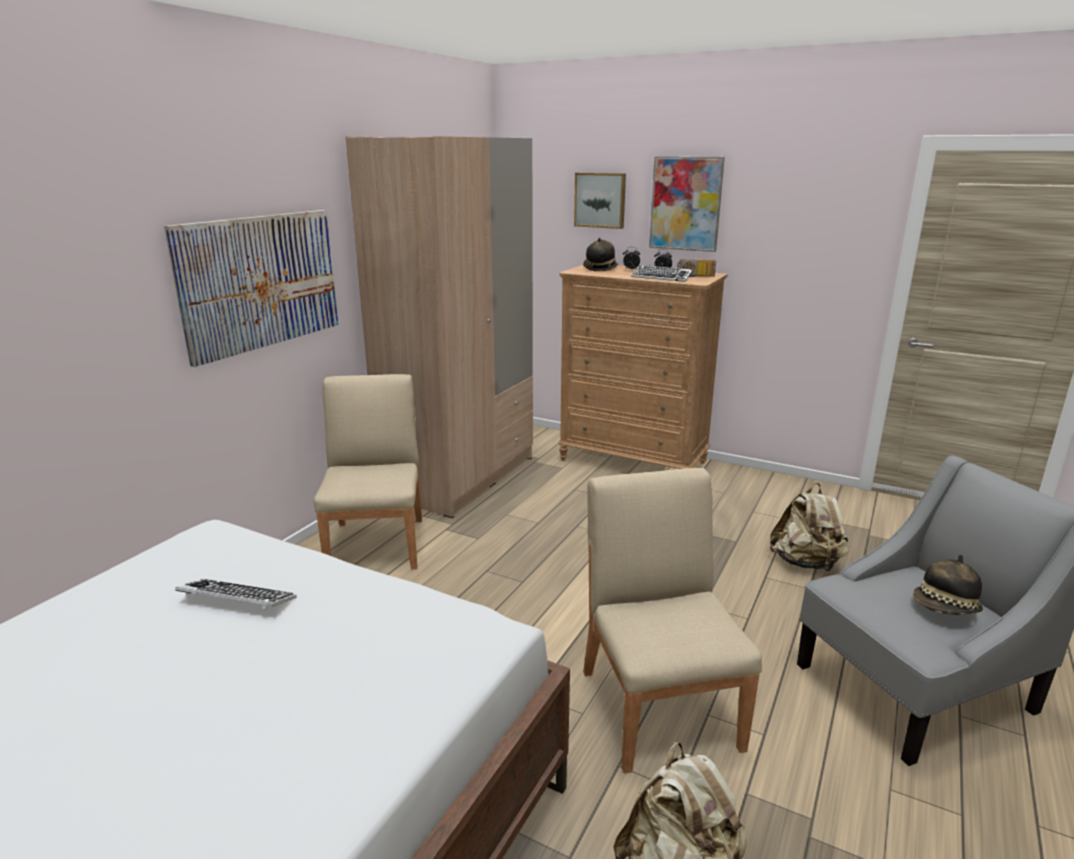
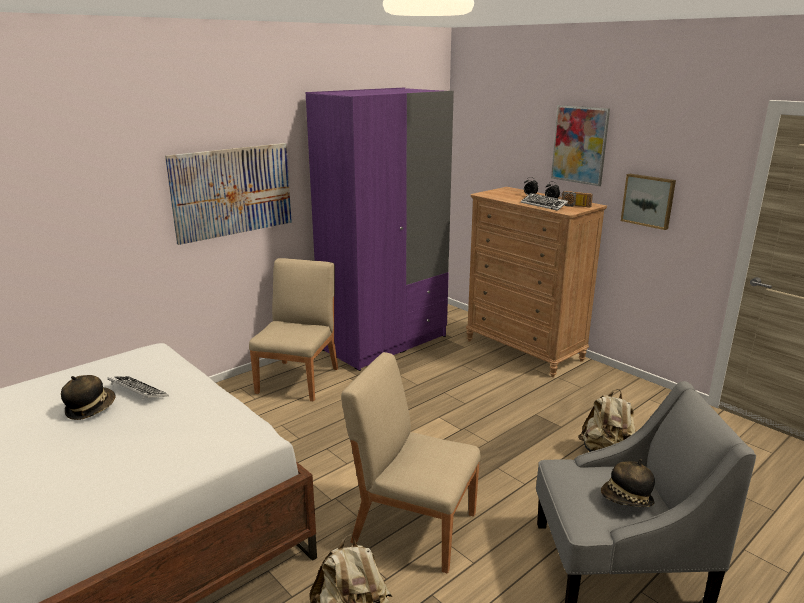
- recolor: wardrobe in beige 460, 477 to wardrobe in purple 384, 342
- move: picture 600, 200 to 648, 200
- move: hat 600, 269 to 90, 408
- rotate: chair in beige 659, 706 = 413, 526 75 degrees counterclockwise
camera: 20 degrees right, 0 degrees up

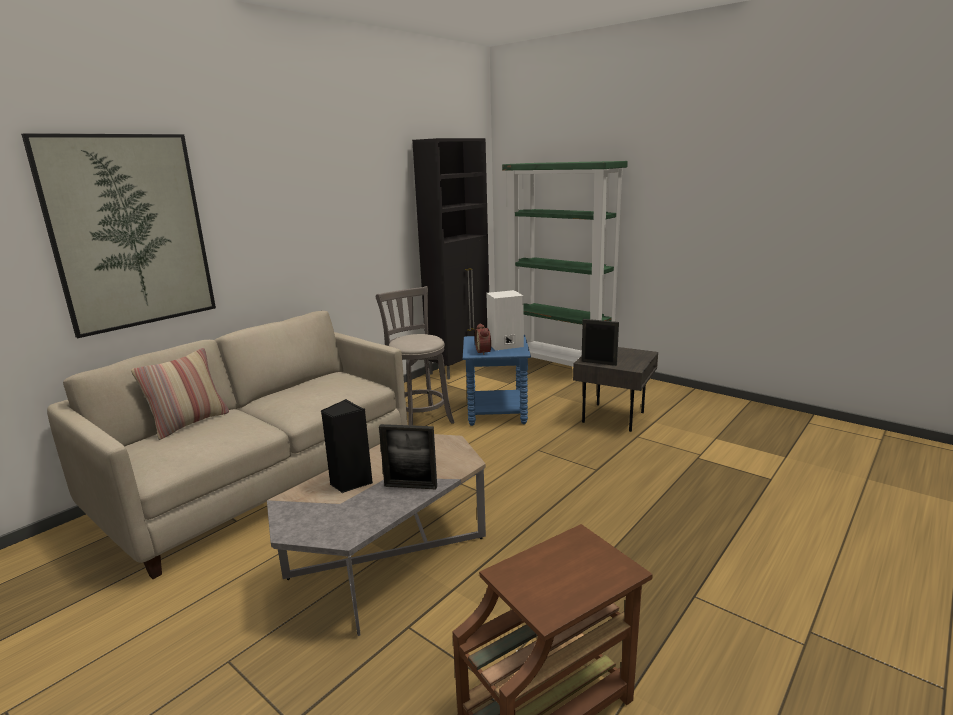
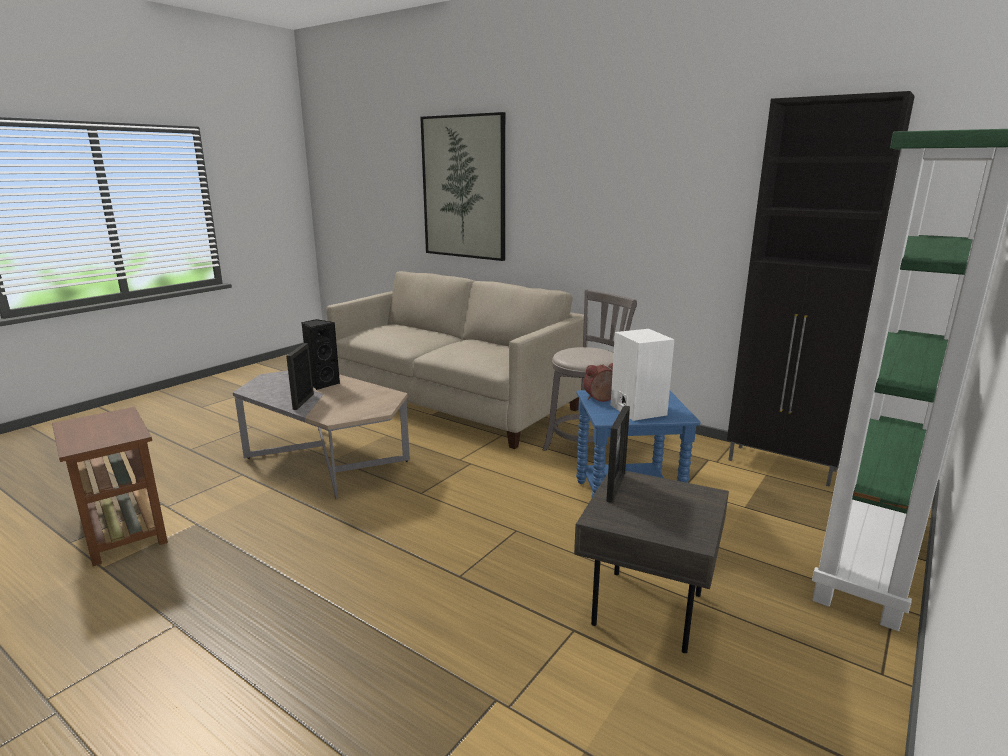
- delete: pillow 189, 423
camera: 85 degrees right, 0 degrees up

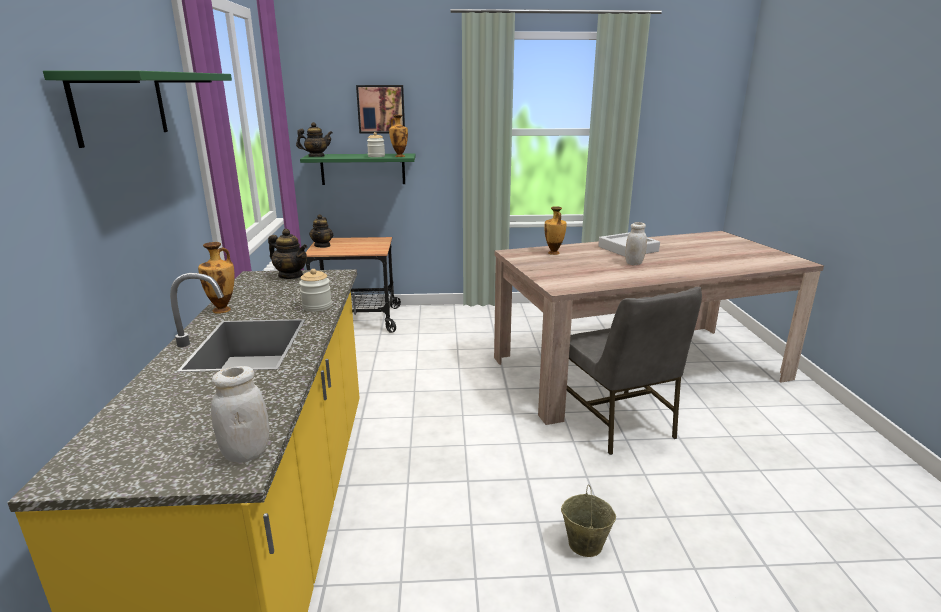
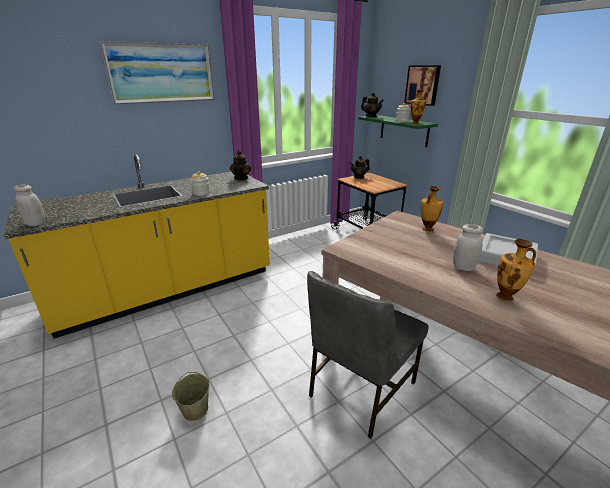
- replace: shelf in green 121, 106 to picture 162, 73
- move: vase 223, 310 to 506, 297
camera: 60 degrees right, 5 degrees up

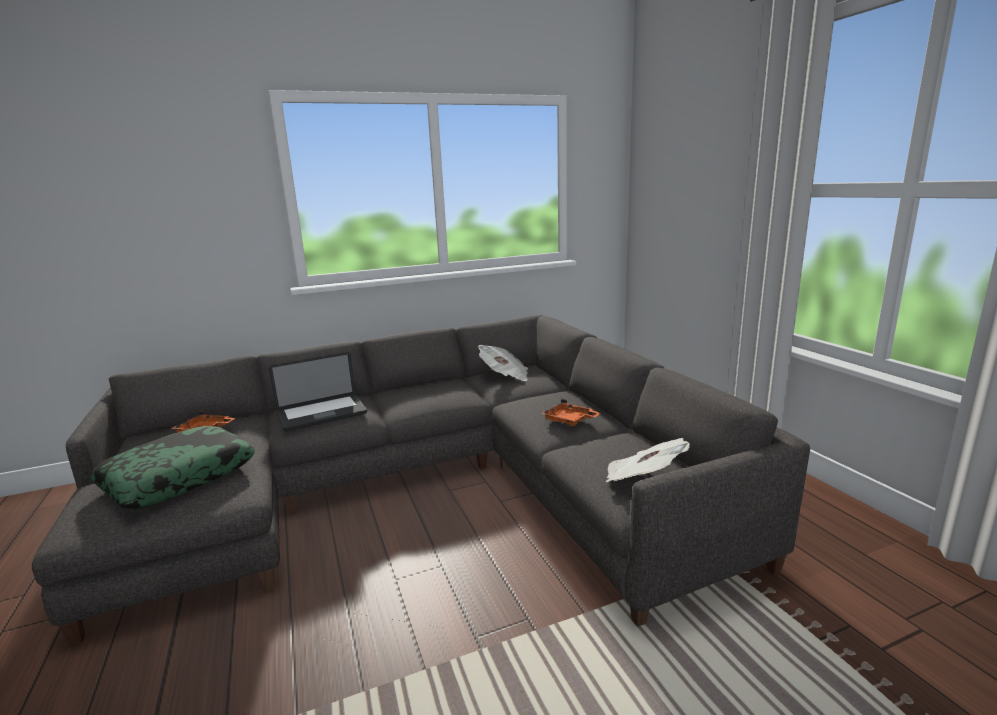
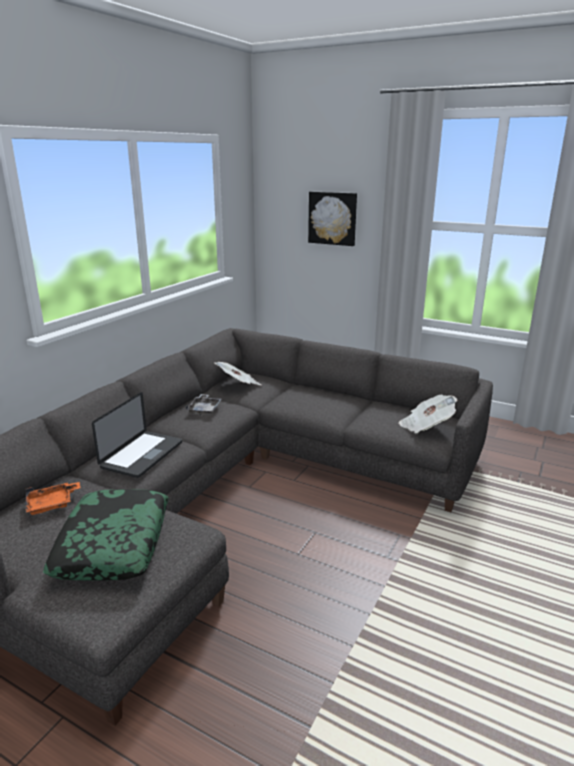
- delete: tray in orange 569, 420
- insert: picture 333, 218
- insert: tray in grey 205, 409
camera: 40 degrees left, 5 degrees up

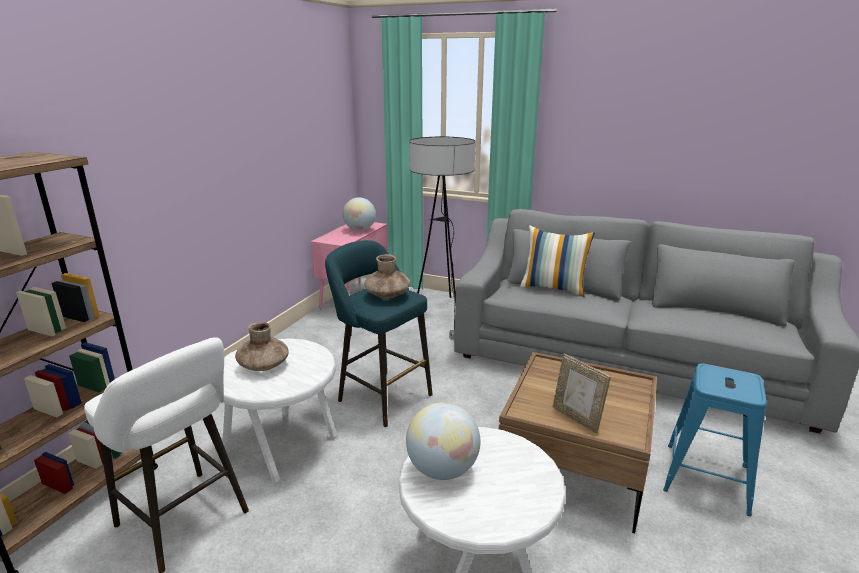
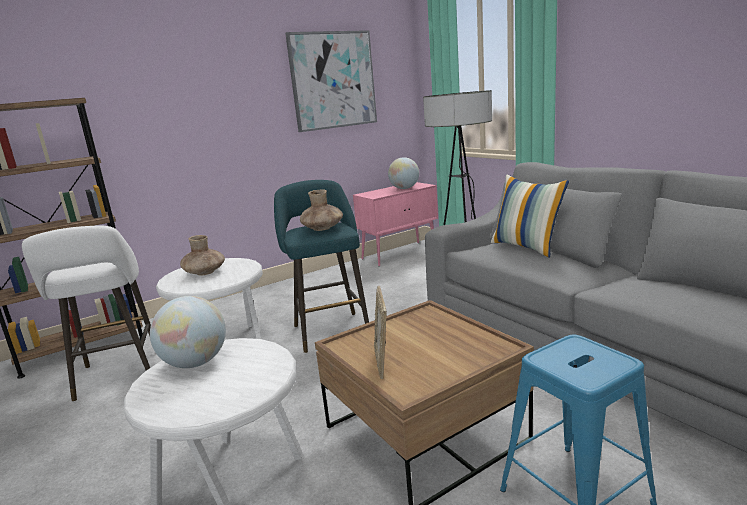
- insert: picture 333, 80
camera: 35 degrees right, 5 degrees down

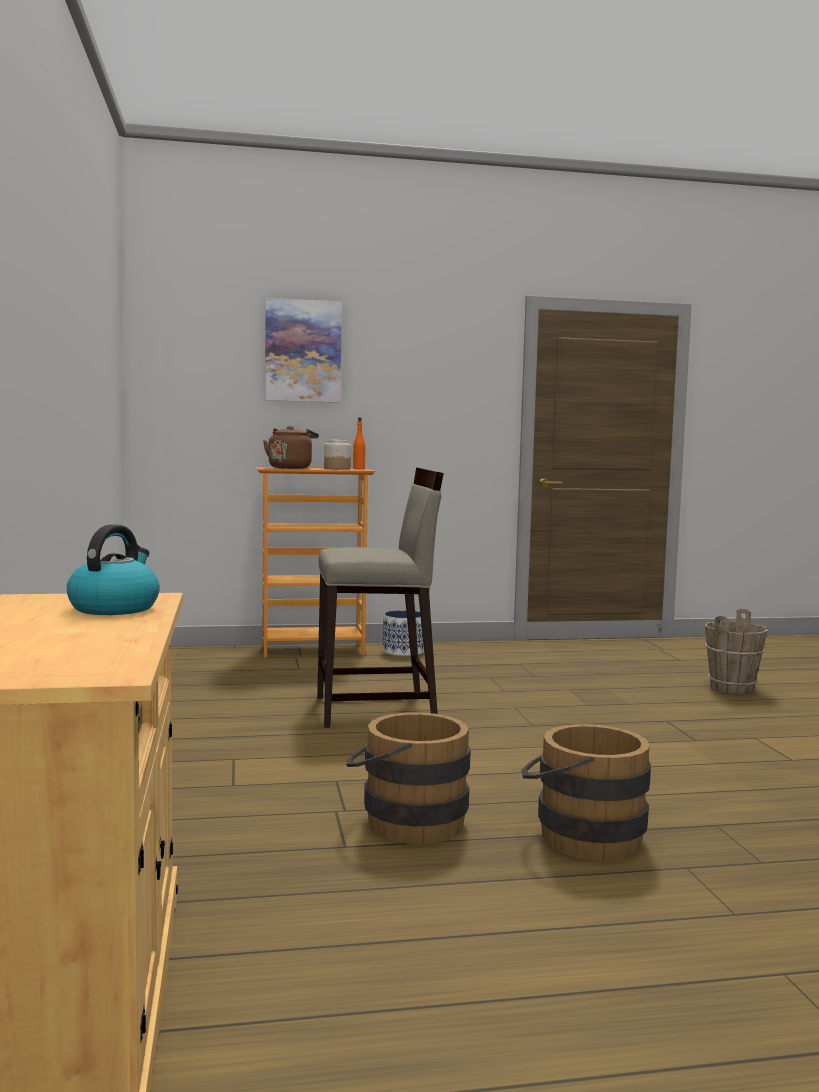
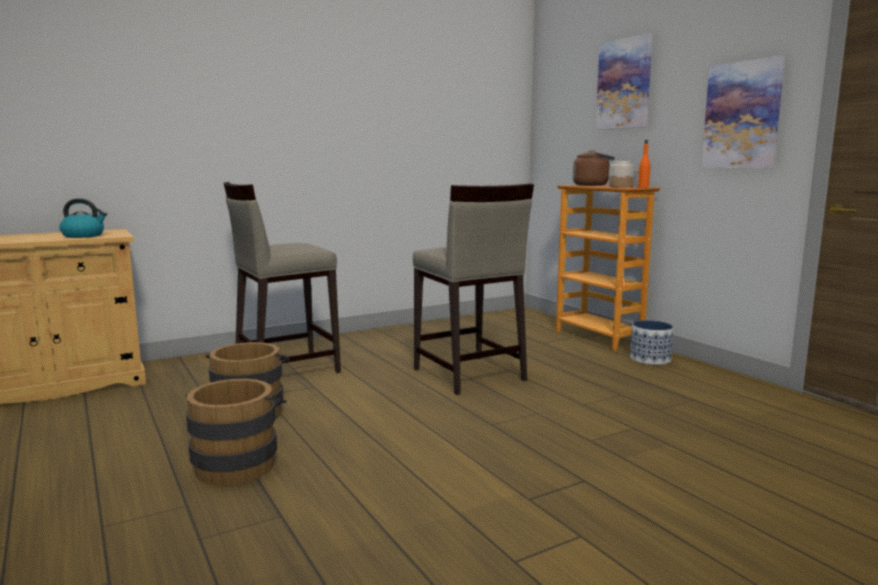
- delete: bucket in brown 732, 688
- insert: picture 742, 115
- insert: stool in beige 285, 368
camera: 70 degrees right, 5 degrees up

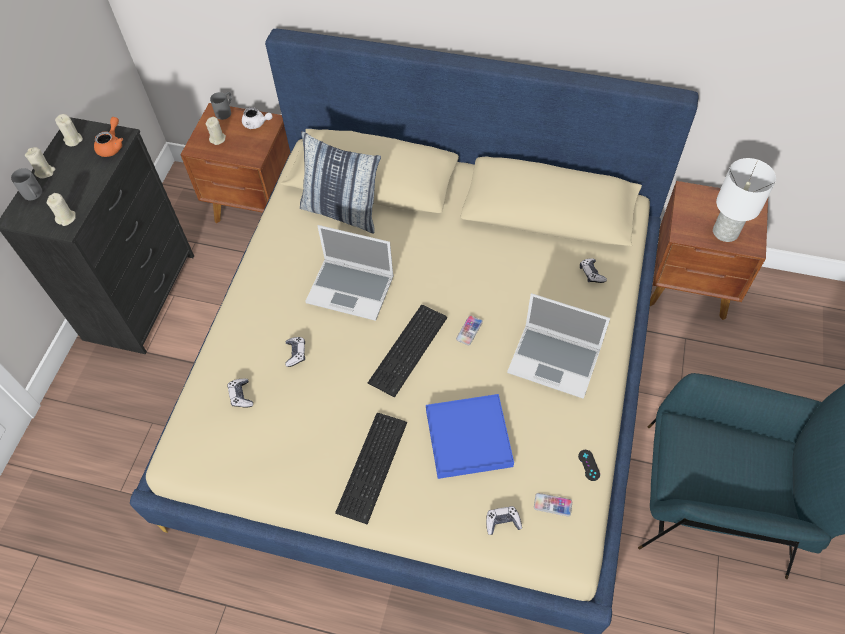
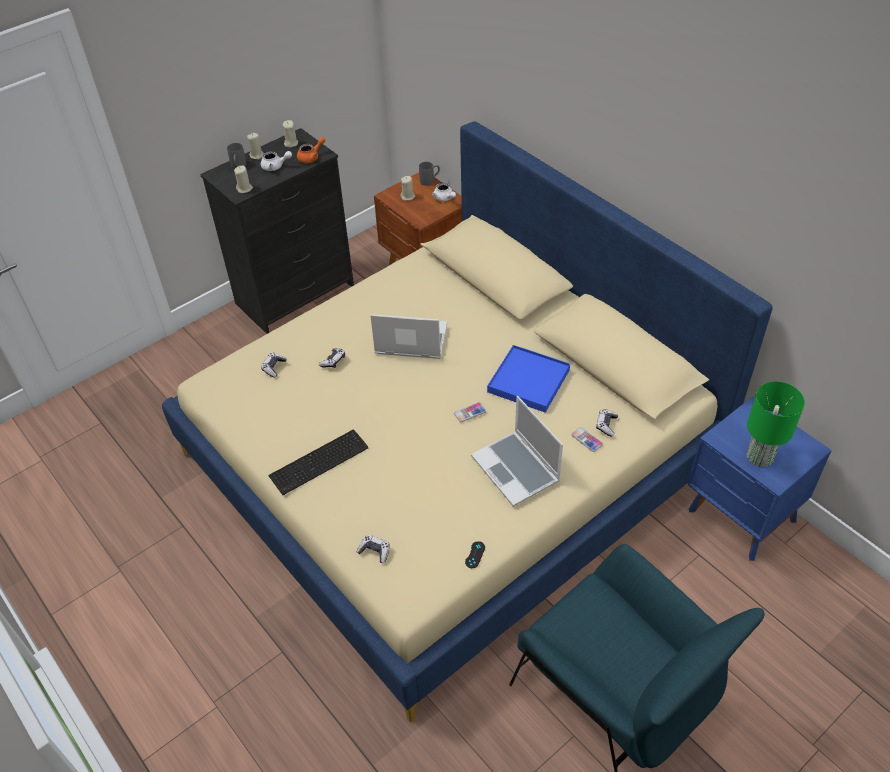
- delete: pillow 342, 211
- recolor: table lamp in white 725, 233 to table lamp in green 759, 457
- recolor: nightstand in brown 690, 287 to nightstand in blue 741, 517
- rotate: laptop 352, 289 = 410, 340 135 degrees clockwise
- delete: keyboard 410, 349
- move: tray in blue 468, 437 to 529, 381
- move: phone 552, 505 to 586, 440
- insert: teapot in white 275, 166
camera: 35 degrees right, 10 degrees down

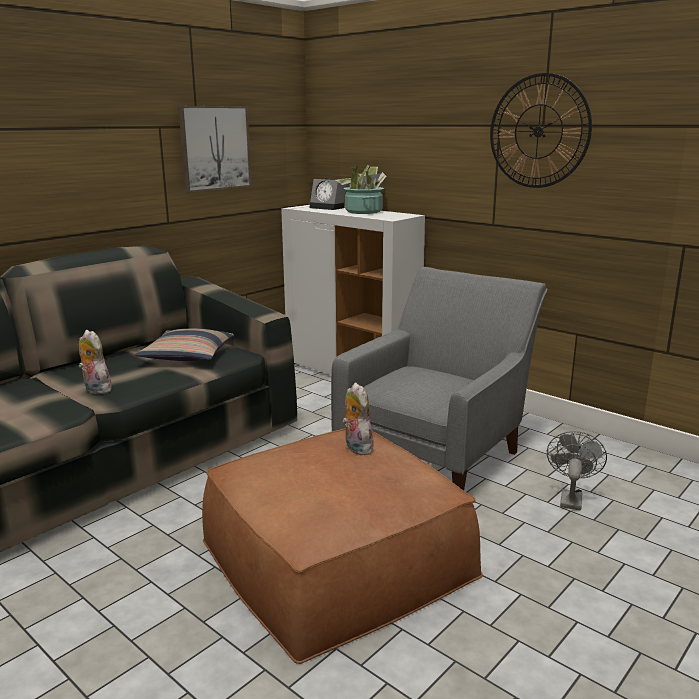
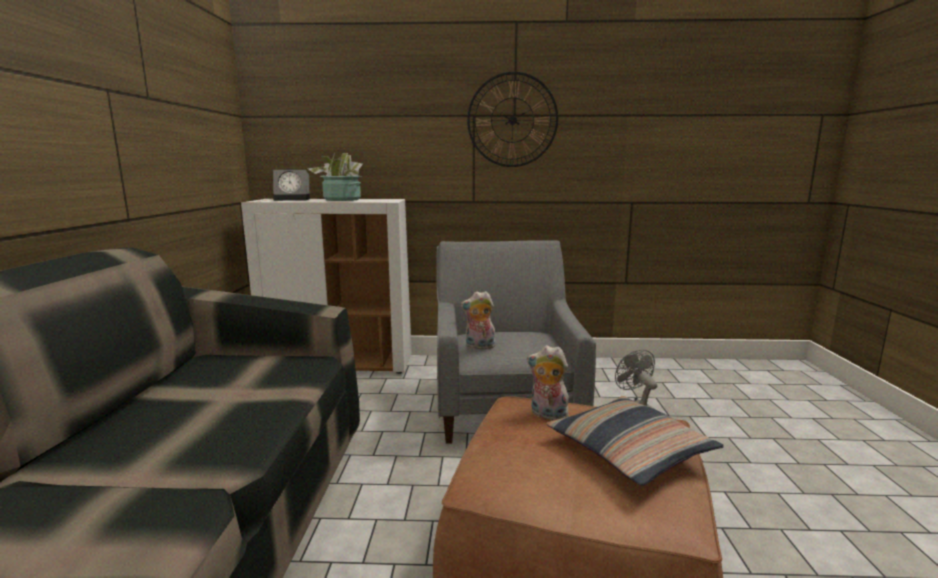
- delete: picture 215, 148
- move: pillow 188, 355 to 629, 451
- move: plush toy 95, 390 to 479, 347
camera: 40 degrees left, 5 degrees down

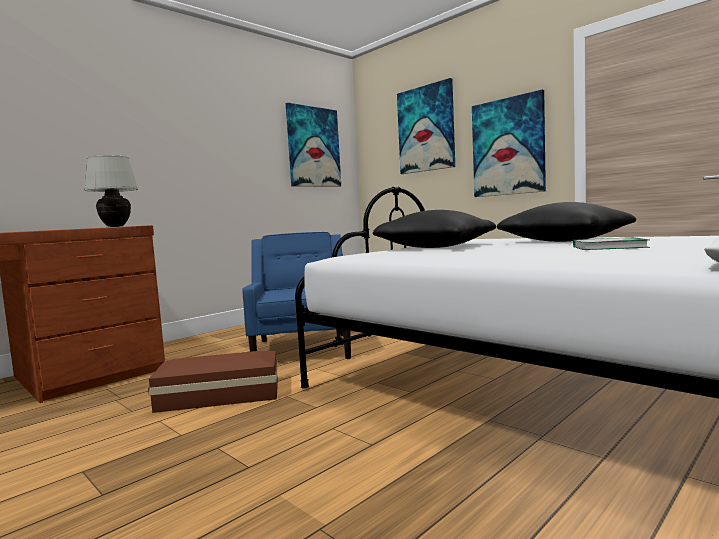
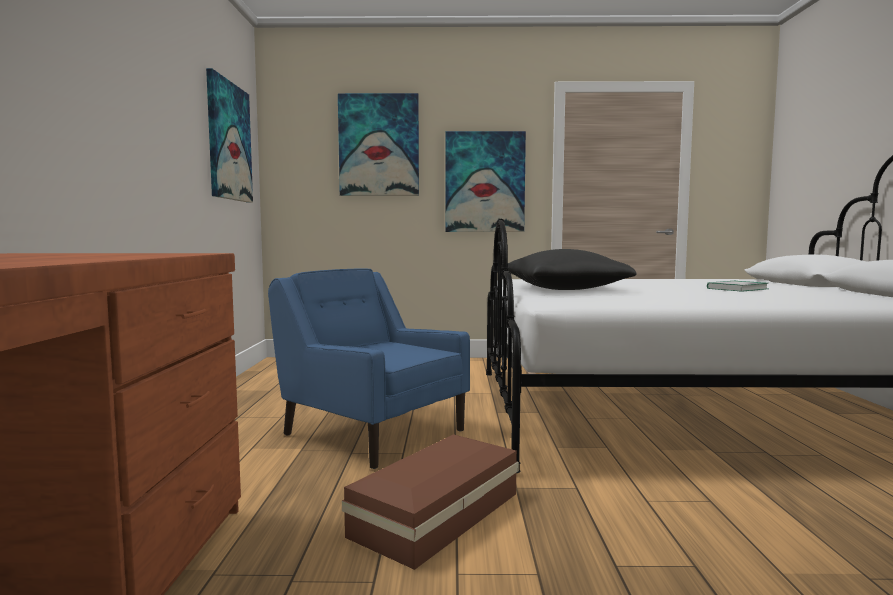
- delete: table lamp in white 115, 226
- delete: pillow in black 565, 241
camera: 45 degrees left, 0 degrees up

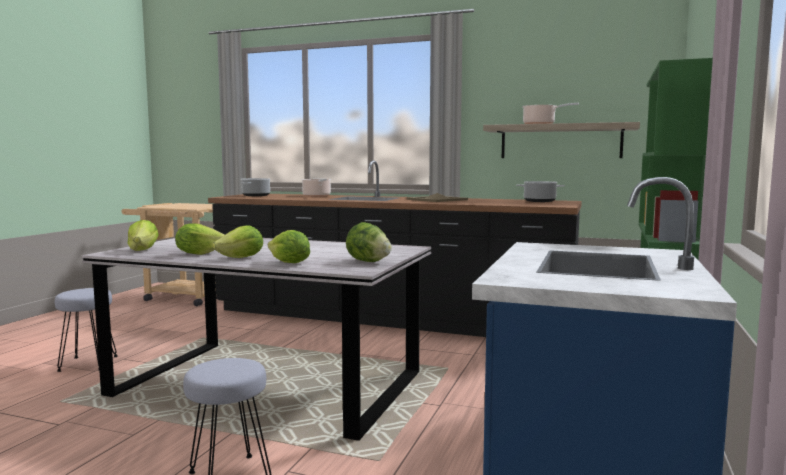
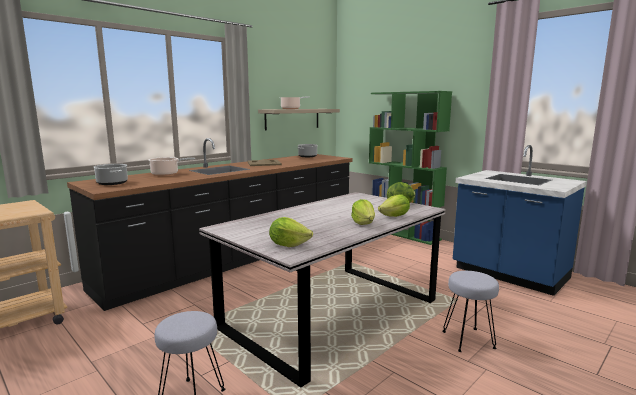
- delete: lettuce 198, 253
camera: 65 degrees left, 5 degrees up

